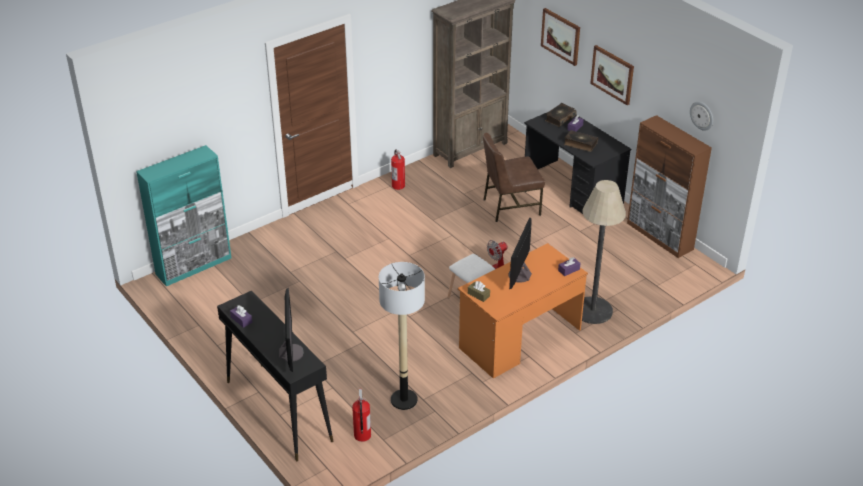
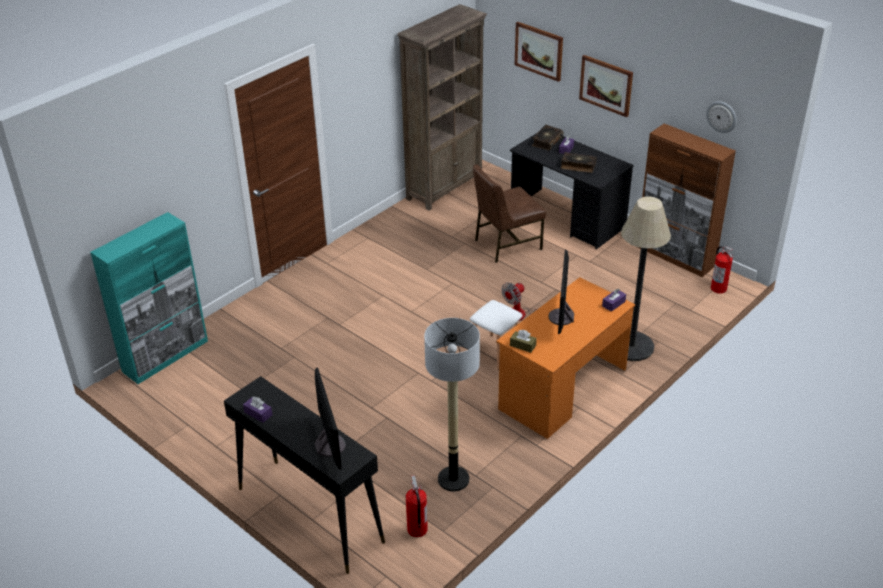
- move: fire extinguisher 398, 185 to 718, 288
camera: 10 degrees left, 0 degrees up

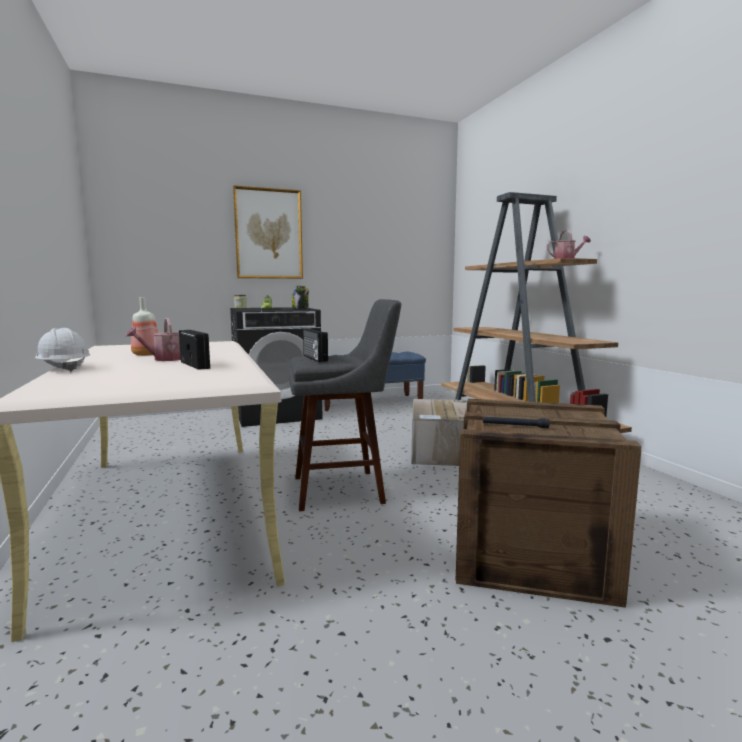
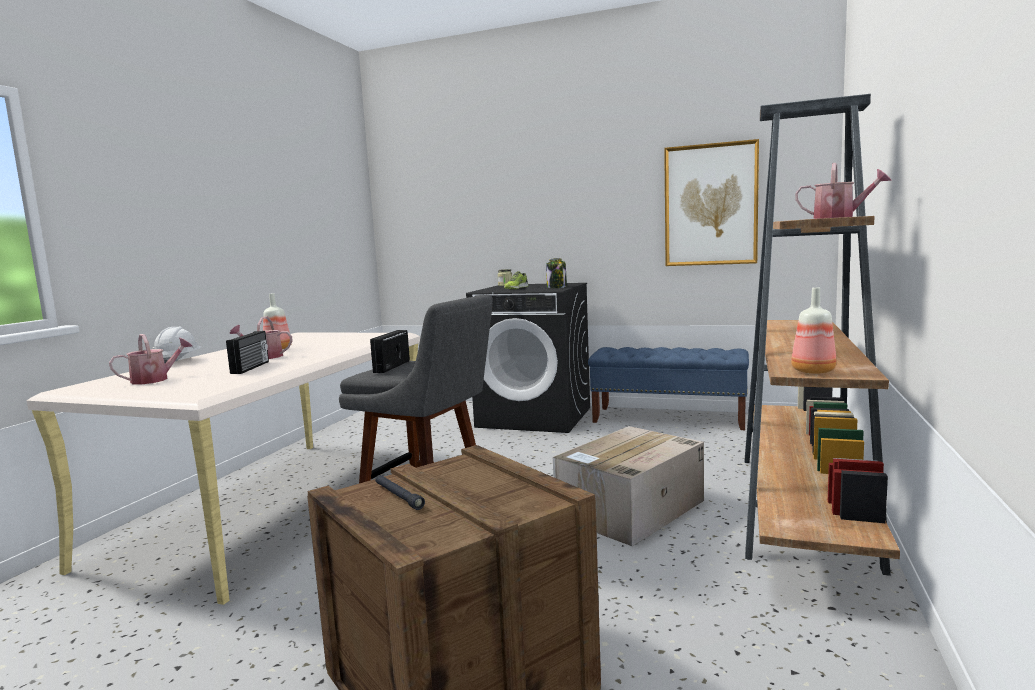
- move: picture 268, 234 to 710, 205
- insert: bottle 812, 371
- insert: watering can 155, 379
camera: 40 degrees right, 0 degrees up

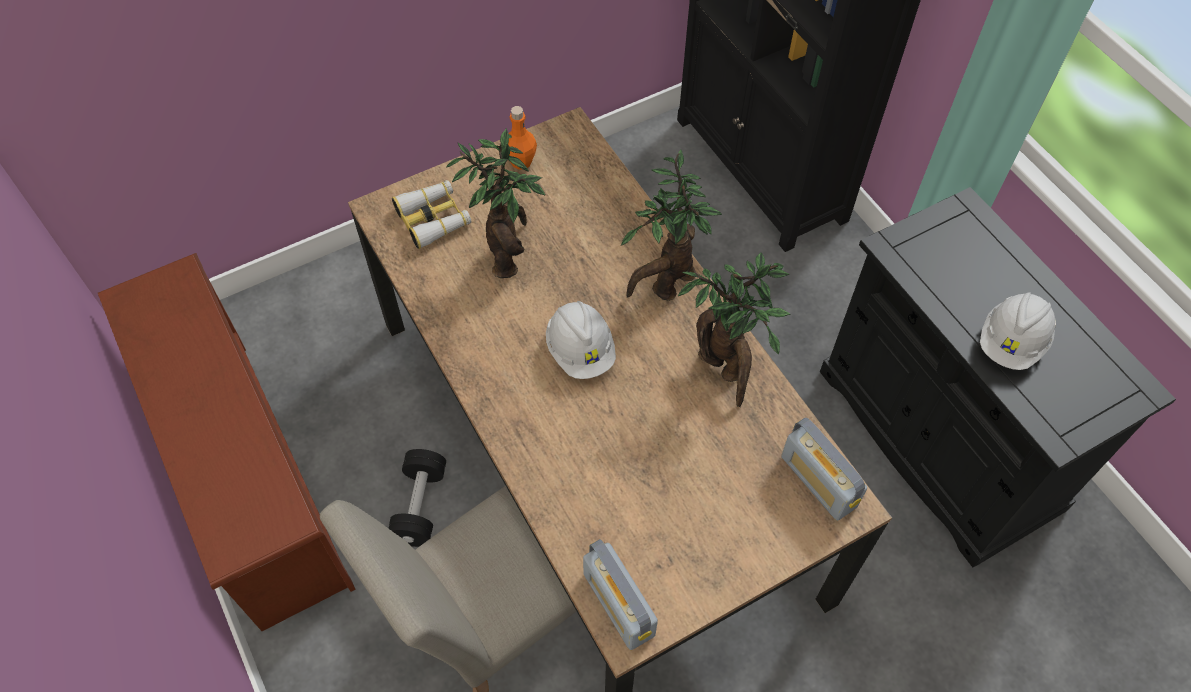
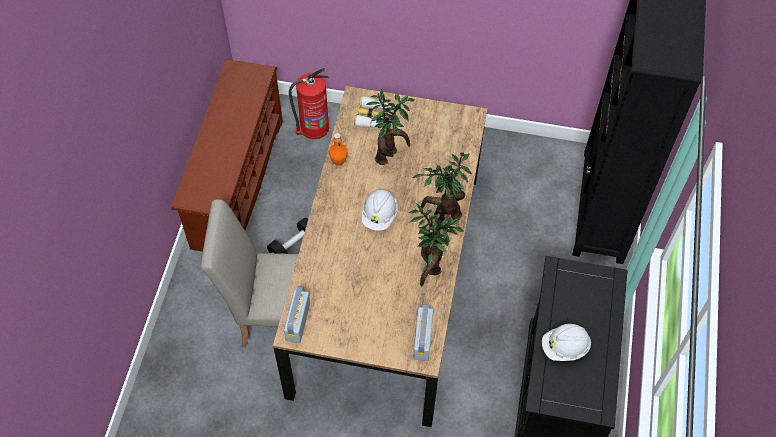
- move: bottle in orange 521, 162 to 338, 160
- insert: fire extinguisher 313, 128
camera: 40 degrees right, 0 degrees up

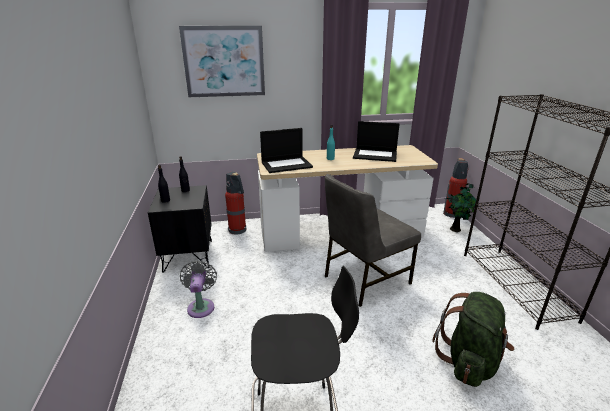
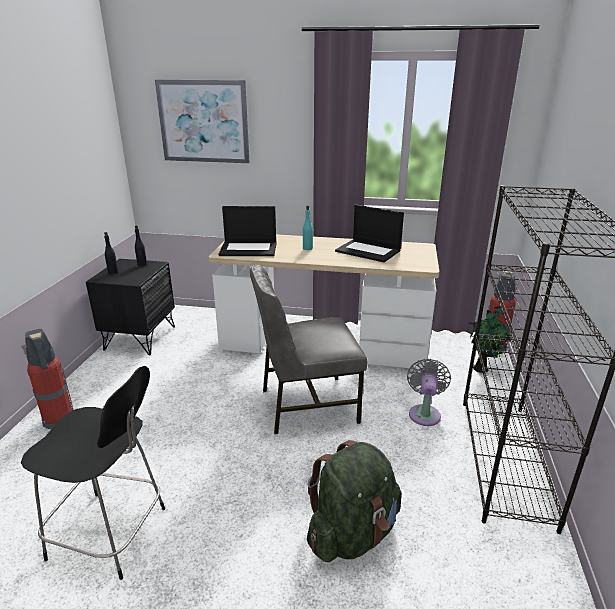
- move: fire extinguisher 238, 230 to 59, 420
- move: fan in grey 201, 306 to 424, 413
camera: 20 degrees right, 0 degrees up

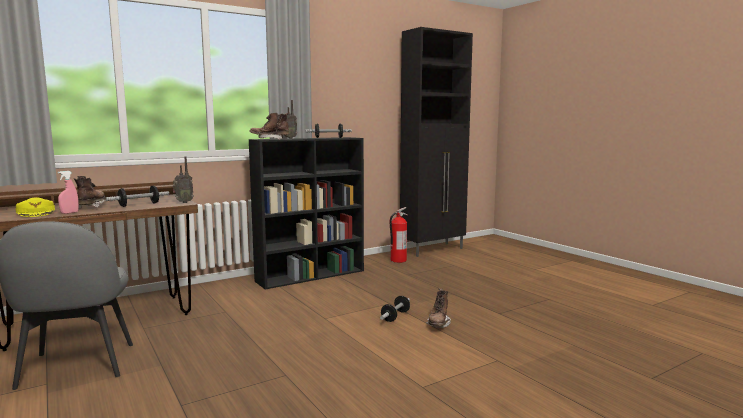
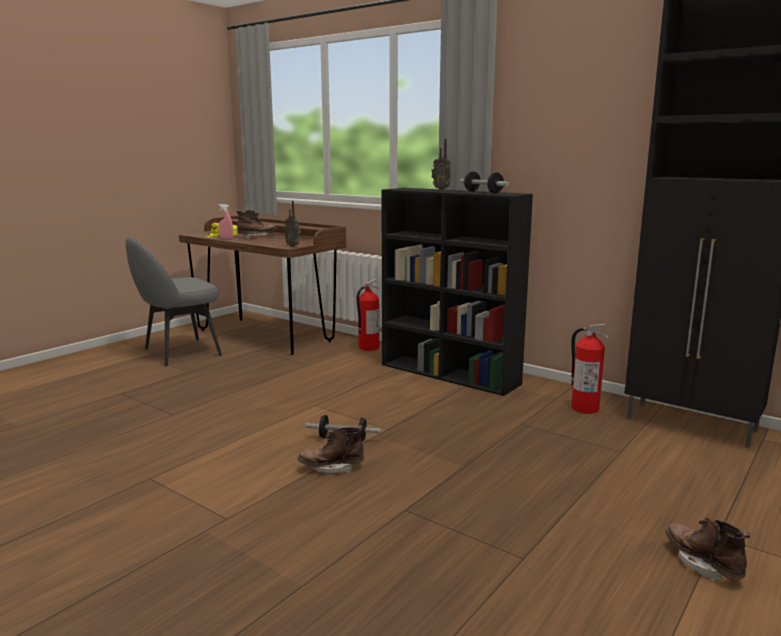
- move: boot in brown 269, 139 to 702, 563
- delete: dumbbell 139, 205
- insert: fire extinguisher 368, 348
camera: 70 degrees right, 5 degrees up

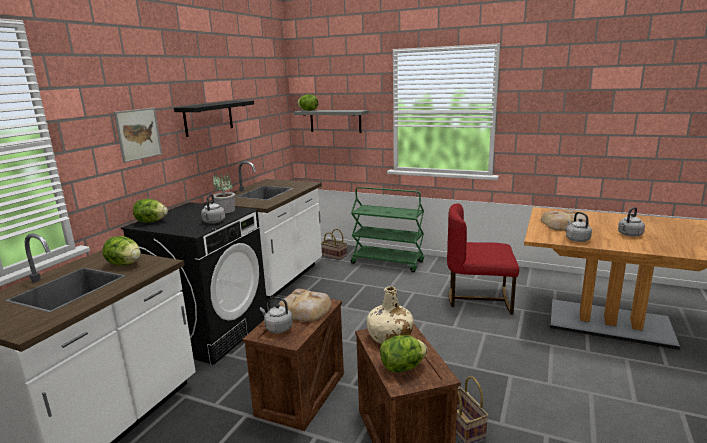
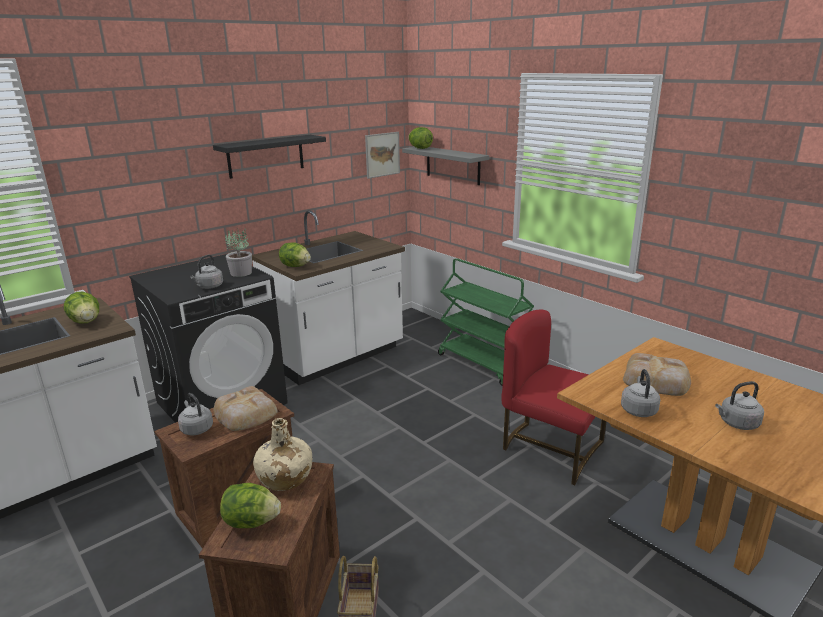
- move: picture 138, 134 to 382, 154
- move: lettuce 151, 222 to 295, 266
- delete: basket 333, 256
camera: 25 degrees right, 5 degrees up

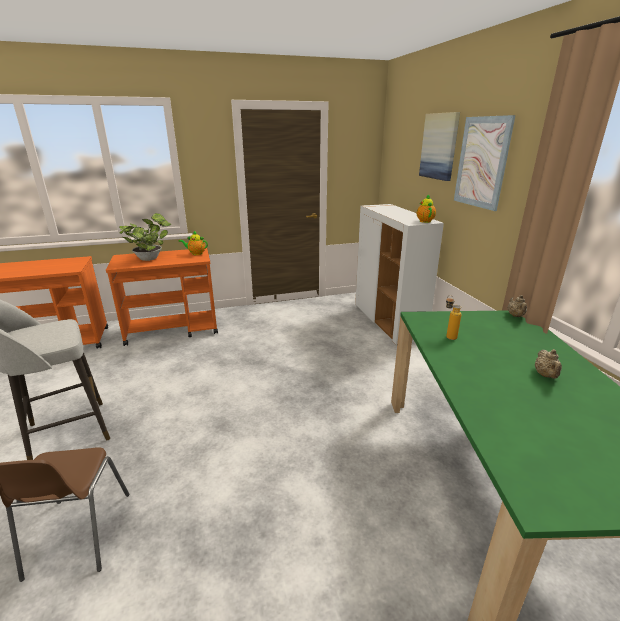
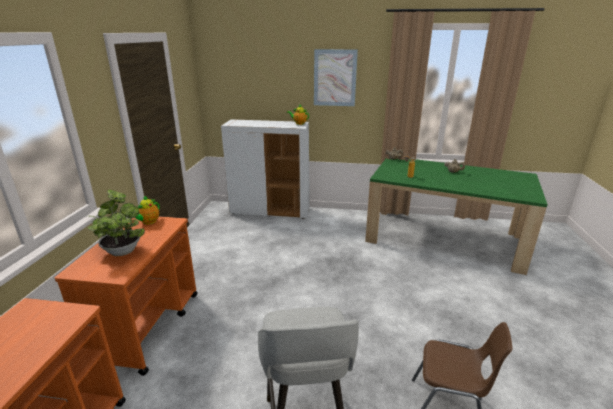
- delete: picture 439, 146
camera: 65 degrees left, 0 degrees up

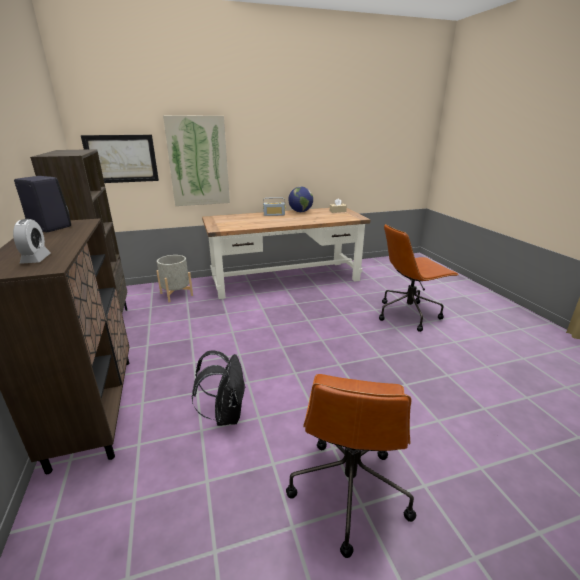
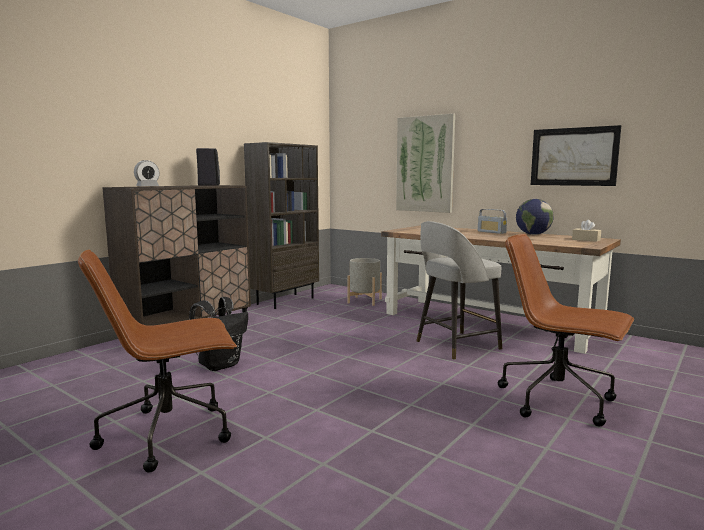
- move: picture 121, 159 to 573, 156
- insert: stool in grey 455, 345
camera: 55 degrees right, 15 degrees down

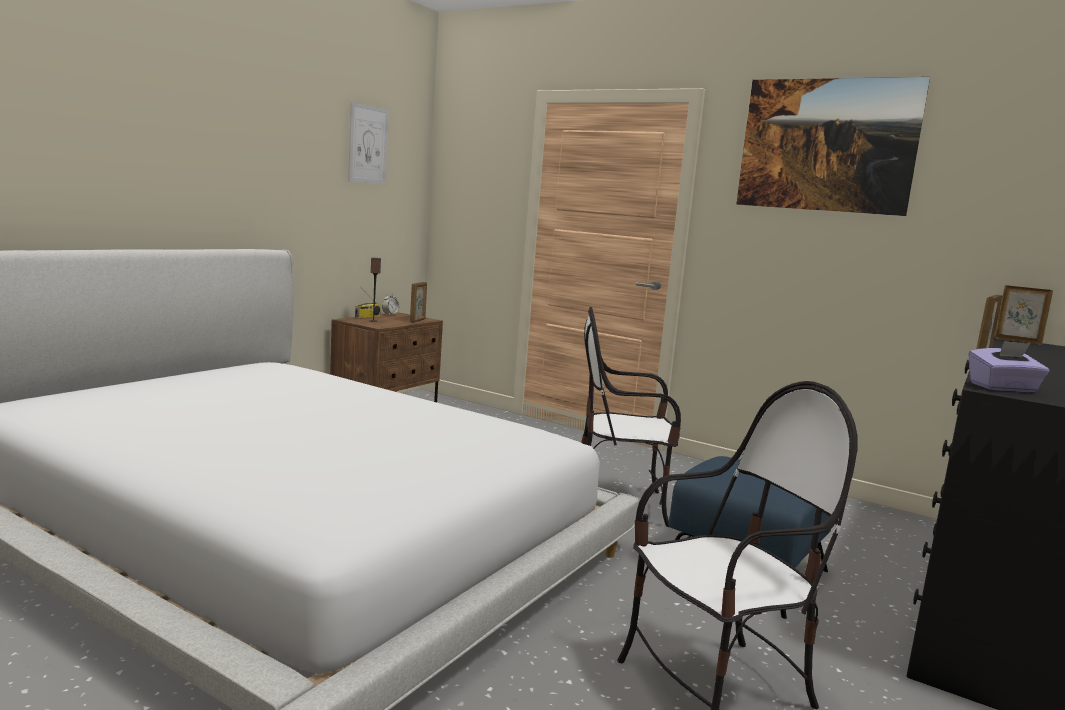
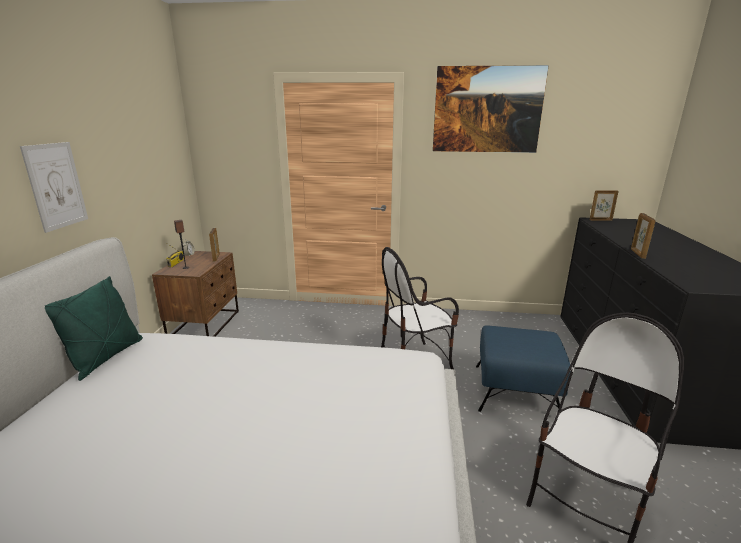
- move: picture 368, 144 to 56, 186
- delete: tissue box in purple 1003, 388
- insert: pillow in green 106, 357
camera: 25 degrees left, 10 degrees up

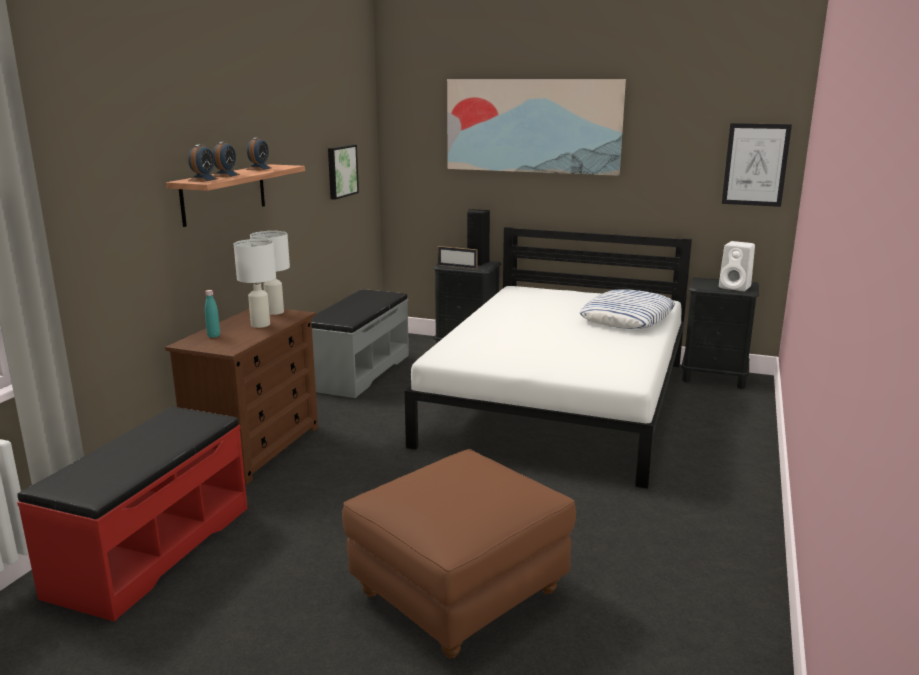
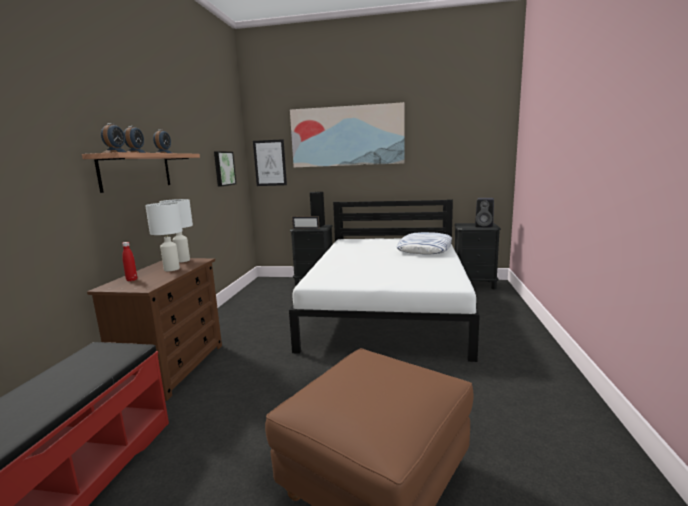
- move: picture 755, 165 to 270, 163
- recolor: speaker in white 736, 287 to speaker in black 485, 226
- delete: bench in grey 358, 372
- recolor: bottle in turquoise 213, 336 to bottle in red 132, 280
camera: 10 degrees left, 5 degrees down

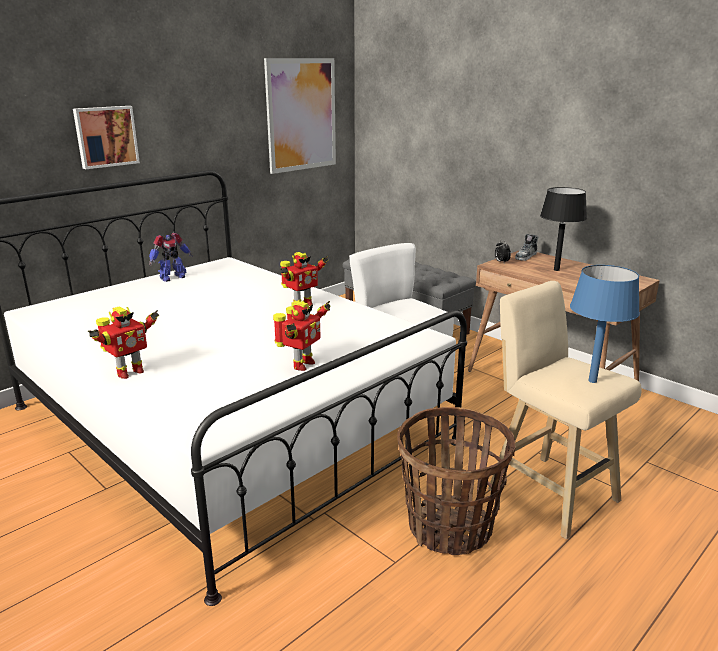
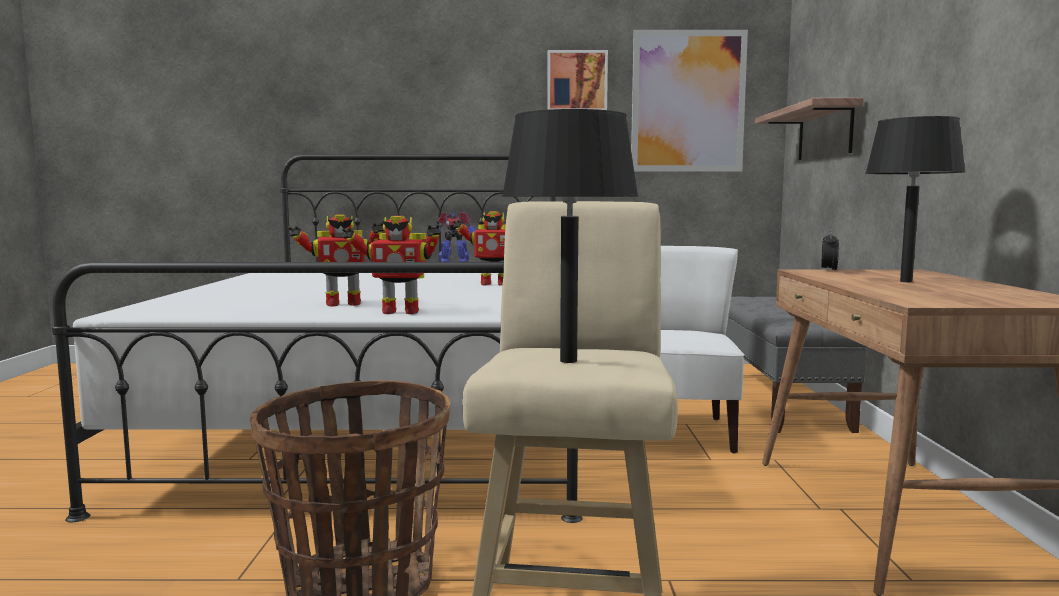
- move: picture 106, 136 to 577, 81
- delete: shoe 526, 256
- recolor: table lamp in blue 592, 381 to table lamp in black 569, 361
- move: toy robot 129, 372 to 399, 312
- insert: shelf 824, 133
camera: 45 degrees right, 15 degrees down

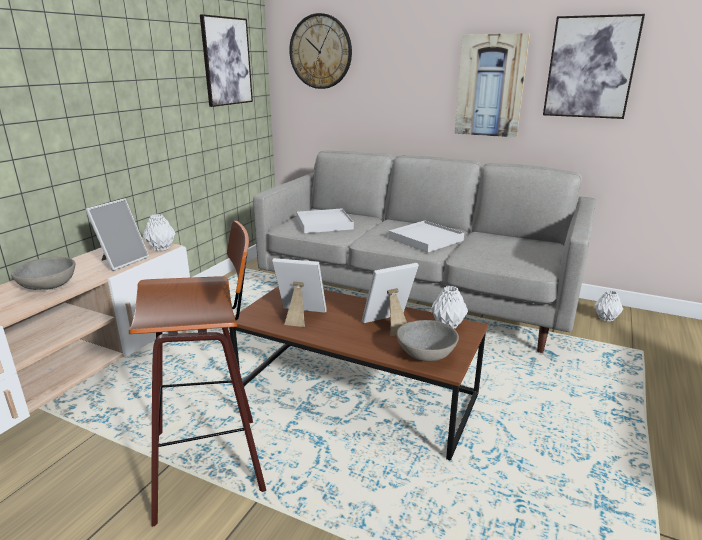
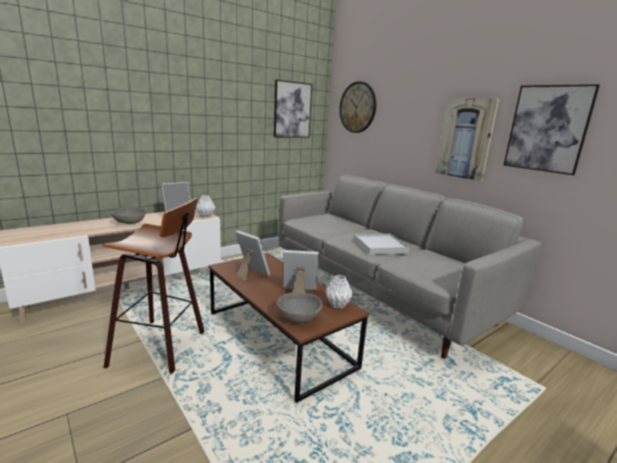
- delete: tray in white 324, 223
- delete: vase in white 606, 318
camera: 25 degrees right, 5 degrees down

